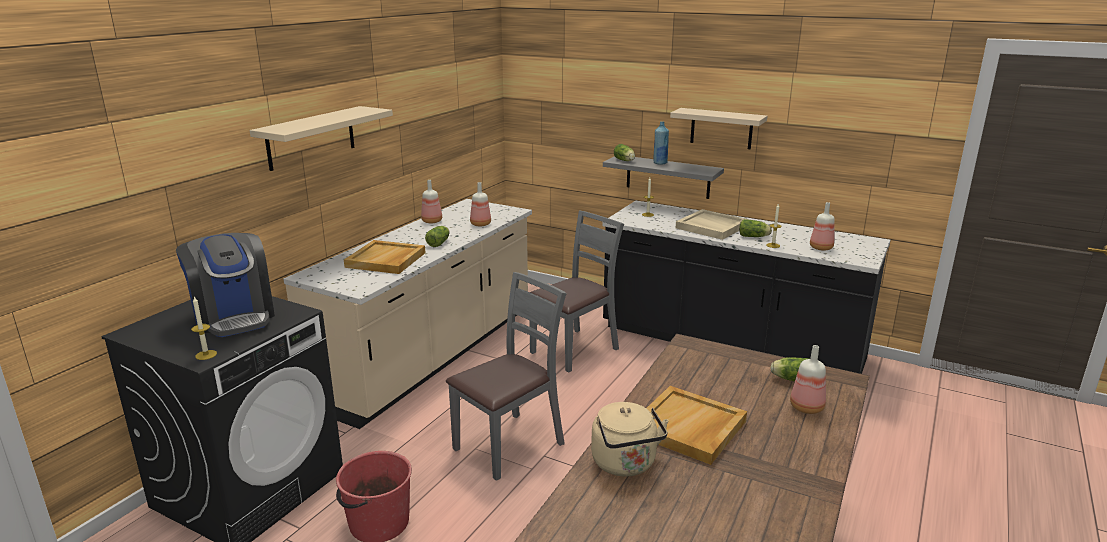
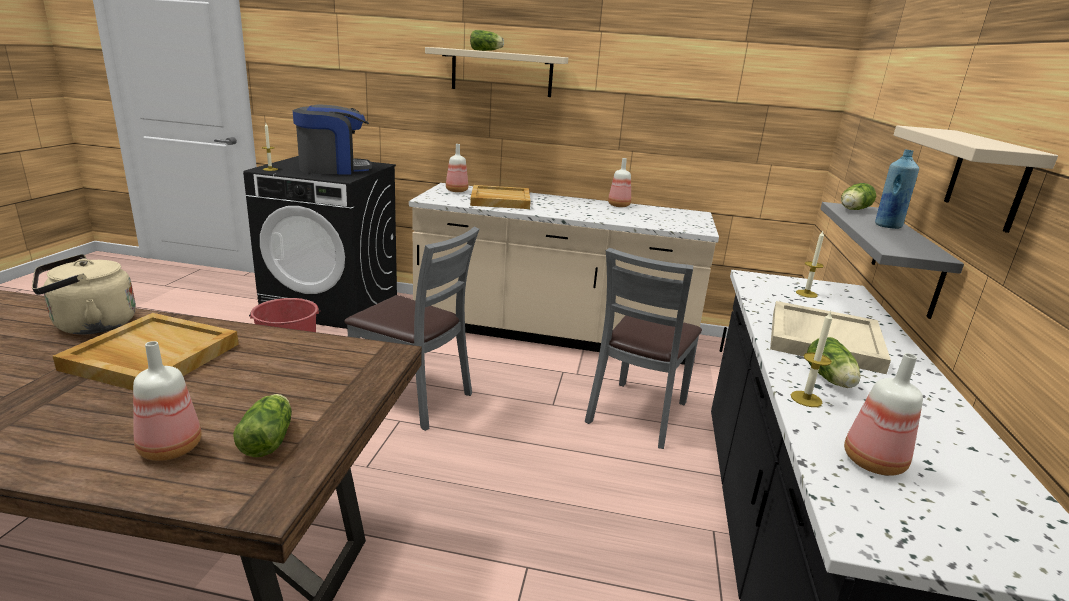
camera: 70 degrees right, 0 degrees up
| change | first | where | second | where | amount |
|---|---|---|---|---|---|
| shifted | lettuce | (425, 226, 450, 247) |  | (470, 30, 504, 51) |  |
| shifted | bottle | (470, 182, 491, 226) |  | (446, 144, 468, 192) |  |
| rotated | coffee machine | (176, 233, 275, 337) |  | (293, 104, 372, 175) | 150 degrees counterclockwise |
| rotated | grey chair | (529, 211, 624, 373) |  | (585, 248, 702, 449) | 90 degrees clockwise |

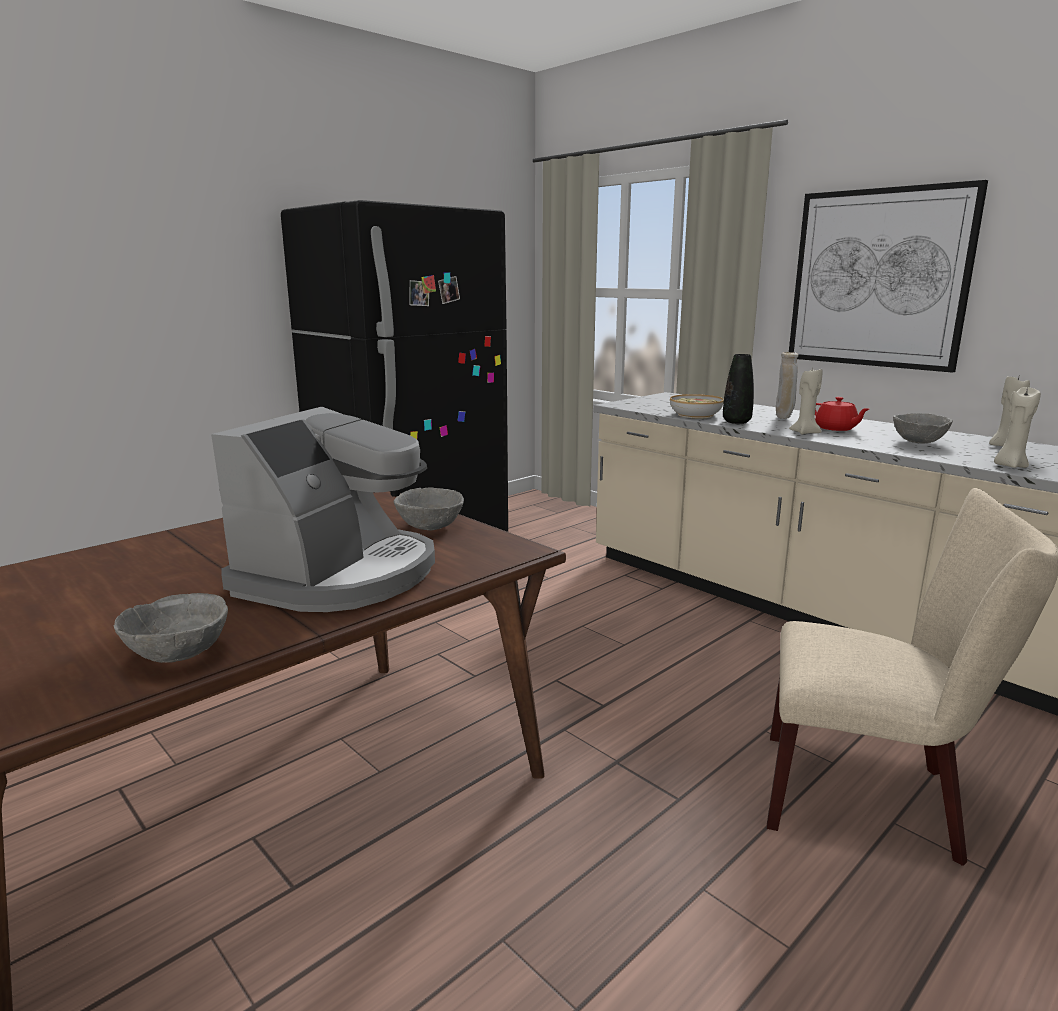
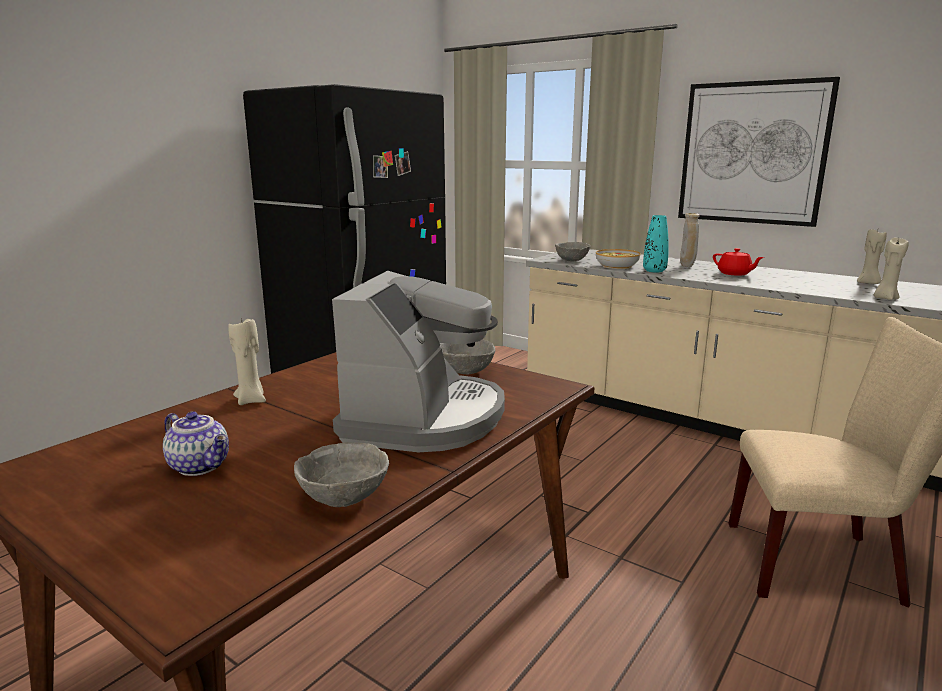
camera: 10 degrees left, 0 degrees up
| change | first | where | second | where | amount |
|---|---|---|---|---|---|
| new |  |  | teapot | (163, 411, 229, 476) |  |
| shifted | beige candle | (789, 369, 823, 435) |  | (228, 318, 266, 405) |  |
| shifted | grey bowl | (893, 413, 953, 444) |  | (555, 242, 591, 262) |  |
| repainted | black vase | (723, 354, 754, 424) | turquoise vase | (643, 215, 669, 272) |  |

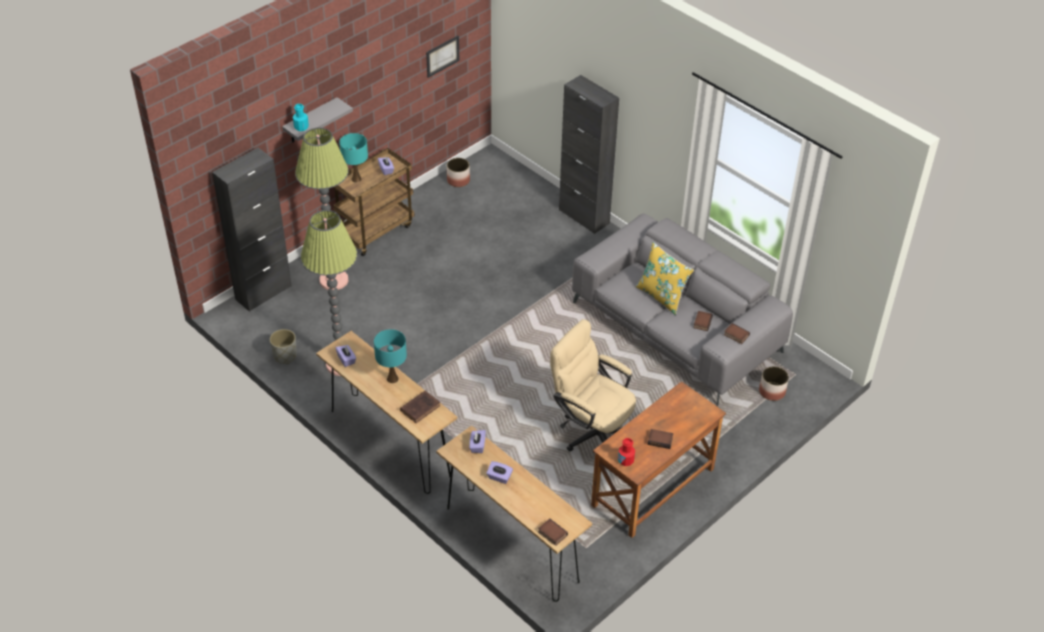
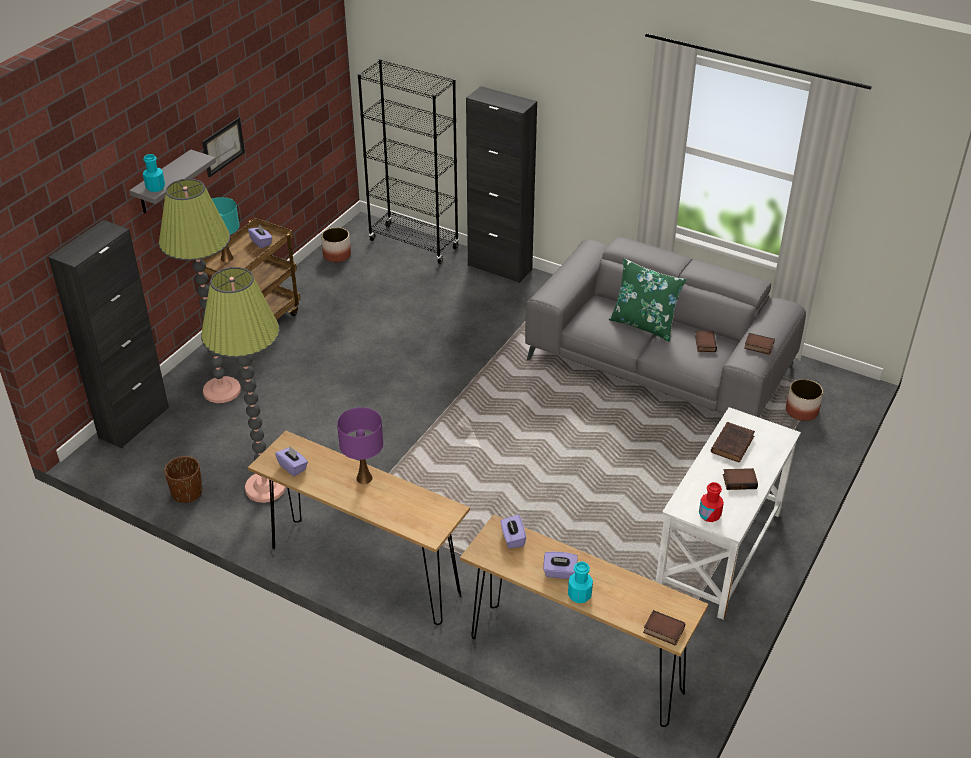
camera: 15 degrees left, 5 degrees down
| change | first | where | second | where | amount |
|---|---|---|---|---|---|
| gone | beige office chair | (550, 319, 636, 452) |  |  |  |
| new |  |  | black bookcase | (358, 59, 459, 264) |  |
| new |  |  | turquoise bottle | (568, 561, 593, 603) |  |
| shifted | brown book | (400, 390, 440, 423) |  | (711, 422, 755, 463) |  |
| shifted | picture | (426, 36, 460, 78) |  | (202, 117, 245, 177) |  |
| repainted | grey planter | (270, 329, 297, 364) | brown planter | (164, 456, 202, 503) |  |
| repainted | turquoise table lamp | (374, 329, 407, 383) | purple table lamp | (337, 407, 383, 484) |  |
| repainted | brown desk | (591, 381, 726, 538) | white desk | (655, 407, 801, 620) |  |
| repainted | yellow pillow | (636, 242, 694, 315) | green pillow | (609, 258, 687, 342) |  |

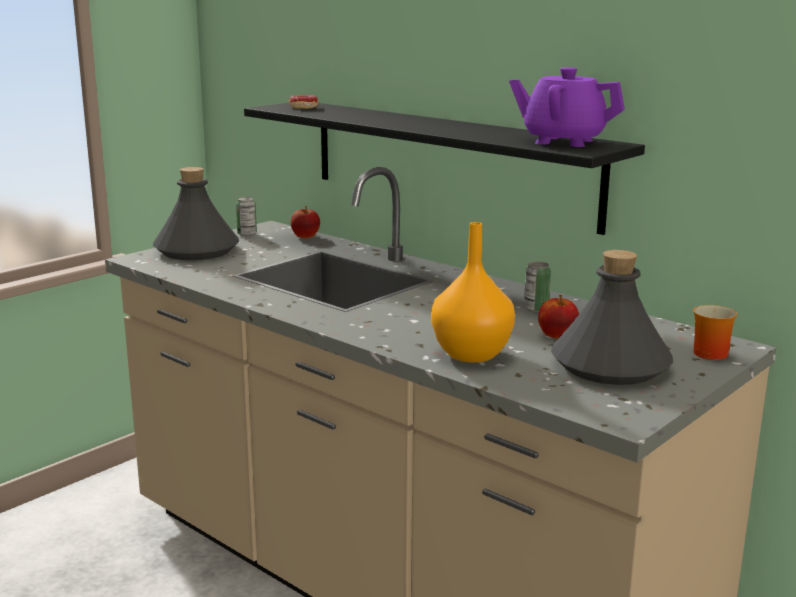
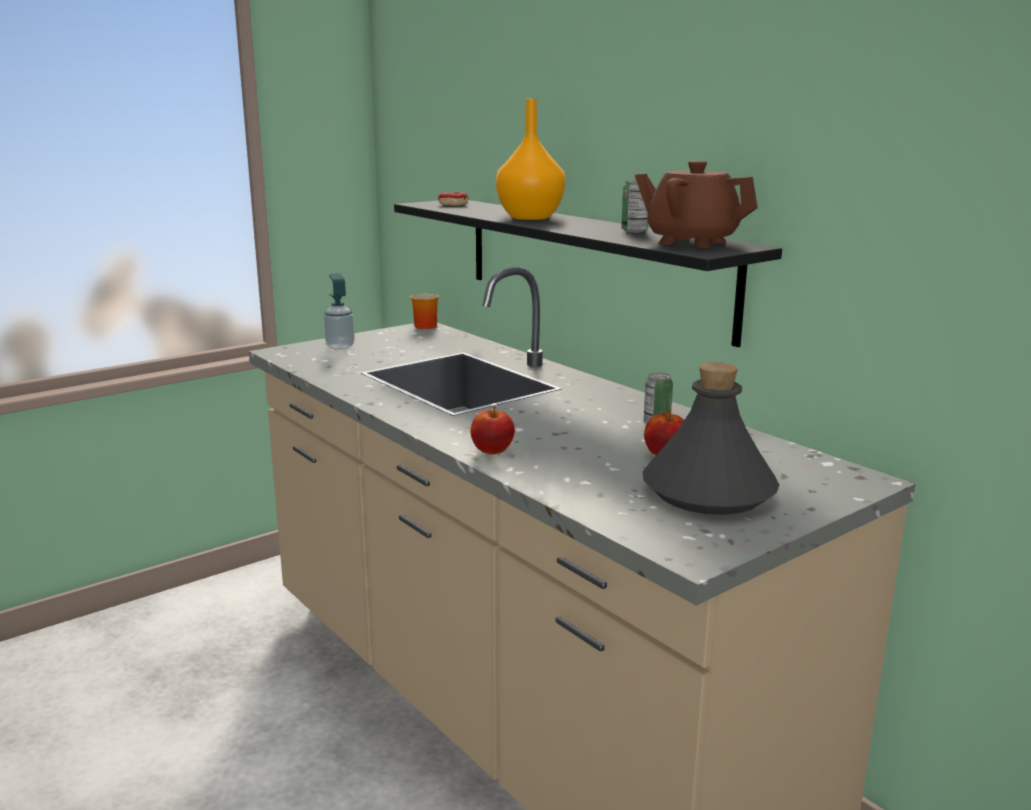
camera: 10 degrees right, 0 degrees up
| change | first | where | second | where | amount |
|---|---|---|---|---|---|
| shifted | can | (236, 197, 257, 236) |  | (621, 180, 648, 233) |  |
| shifted | apple | (291, 206, 320, 238) |  | (471, 406, 515, 454) |  |
| shifted | orange vase | (431, 222, 515, 362) |  | (496, 99, 566, 220) |  |
| shifted | mug | (693, 305, 737, 360) |  | (410, 294, 439, 329) |  |
| swapped | grey bottle | (153, 167, 239, 260) | soap dispenser | (324, 273, 355, 350) |  |
| repainted | purple teapot | (509, 67, 625, 147) | brown teapot | (635, 160, 758, 248) |  |

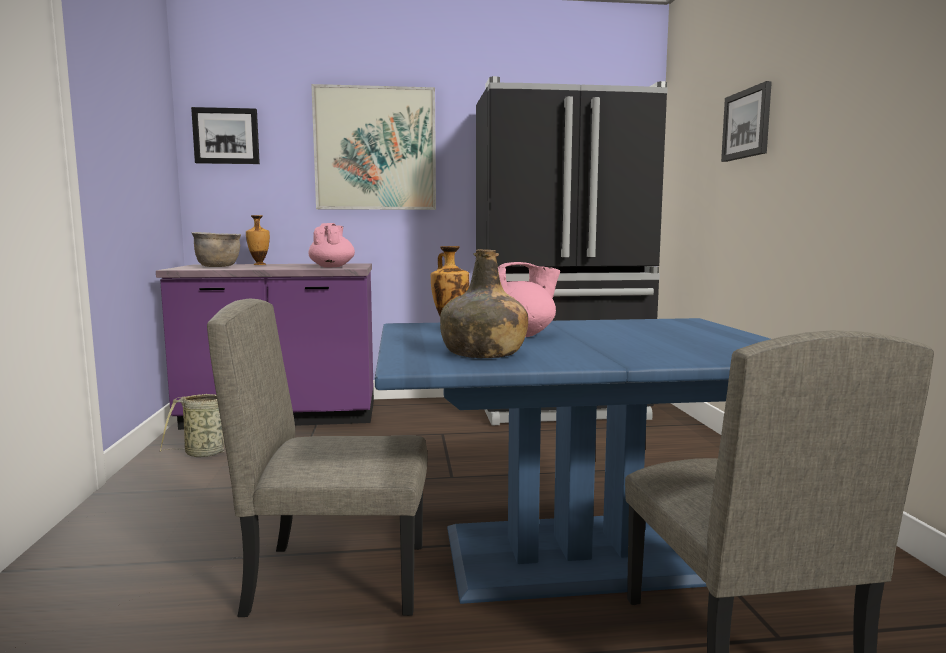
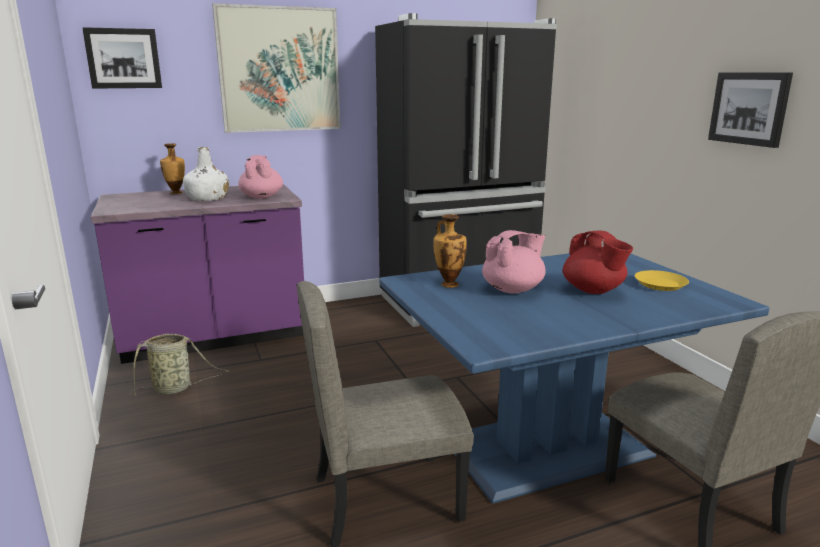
camera: 15 degrees left, 10 degrees up
| change | first | where | second | where | amount |
|---|---|---|---|---|---|
| gone | brown cooking pot | (192, 232, 241, 267) |  |  |  |
| gone | green bottle | (440, 249, 528, 358) |  |  |  |
| new |  |  | white bottle | (183, 147, 229, 201) |  |
| new |  |  | red teapot | (562, 231, 633, 294) |  |
| new |  |  | yellow plate | (635, 270, 689, 291) |  |
| shifted | picture | (721, 81, 772, 162) |  | (708, 72, 793, 148) |  |

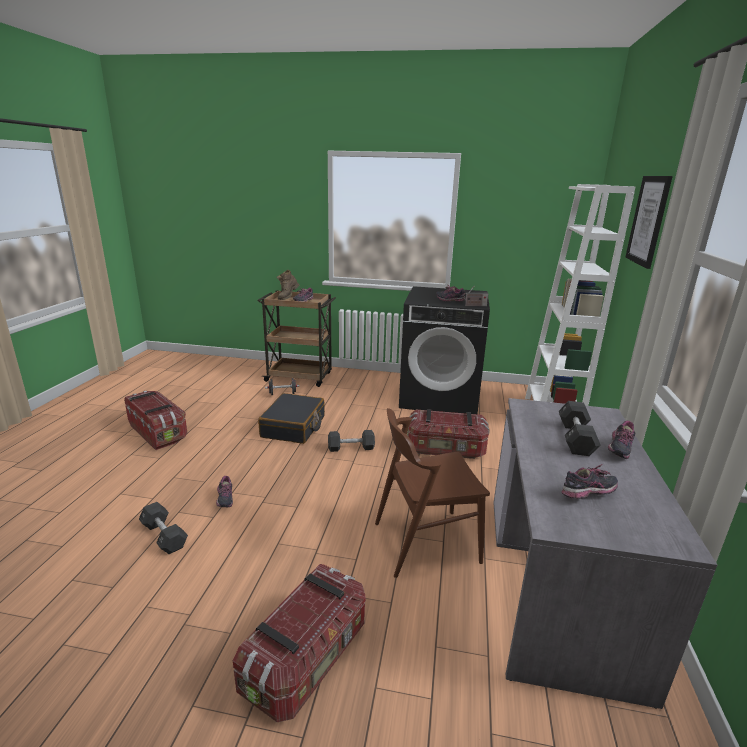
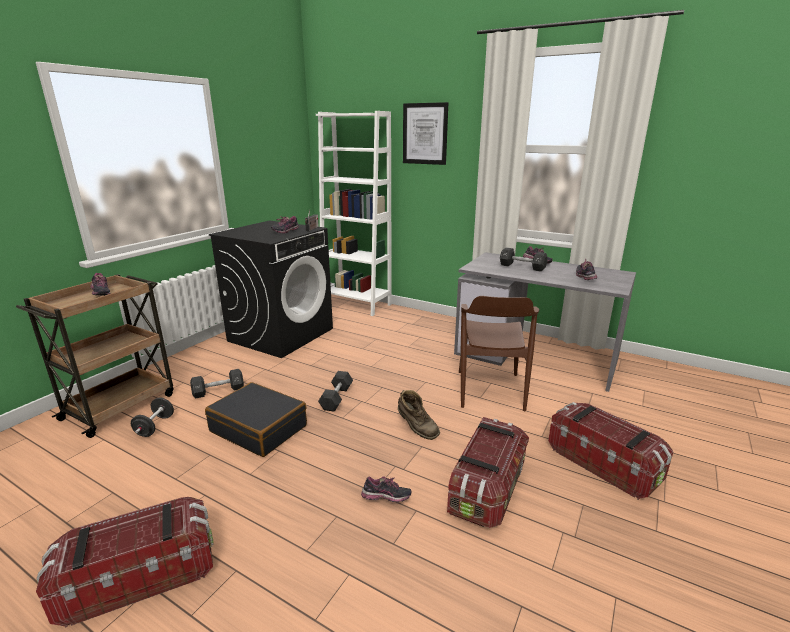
camera: 70 degrees left, 0 degrees up
| change | first | where | second | where | amount |
|---|---|---|---|---|---|
| shifted | black dumbbell | (139, 502, 188, 554) |  | (190, 369, 244, 399) |  |
| shifted | brown boot | (276, 270, 299, 300) |  | (398, 390, 440, 440) |  |
| shifted | storage box | (407, 409, 490, 459) |  | (447, 417, 529, 528) |  |

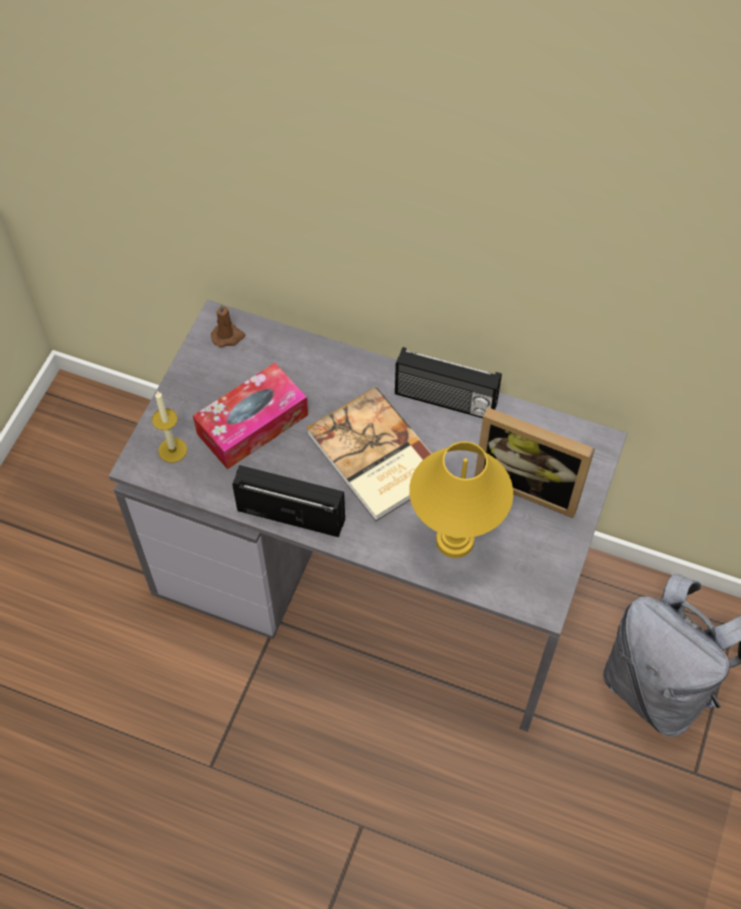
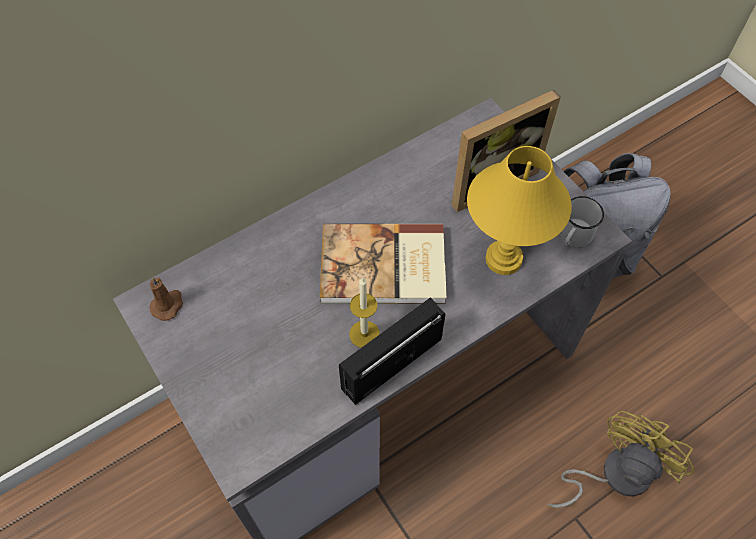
camera: 55 degrees left, 0 degrees up
| change | first | where | second | where | amount |
|---|---|---|---|---|---|
| gone | tissue box | (193, 363, 308, 470) |  |  |  |
| gone | radio | (395, 347, 502, 418) |  |  |  |
| new |  |  | yellow fan | (548, 411, 694, 508) |  |
| new |  |  | white mug | (559, 196, 604, 247) |  |
| shifted | candle | (152, 391, 187, 463) |  | (349, 277, 380, 348) |  |

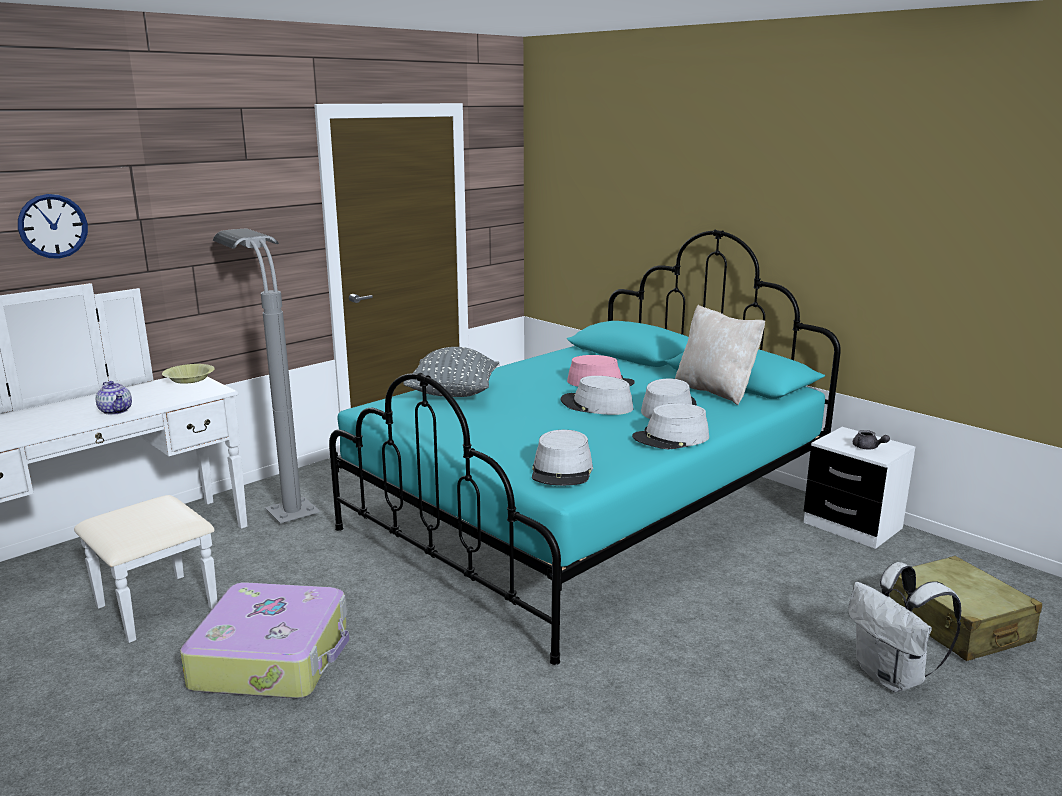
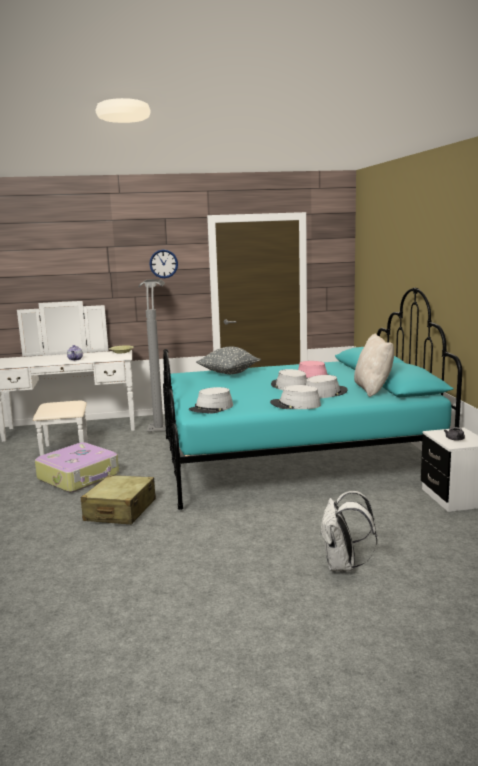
camera: 35 degrees right, 5 degrees down
| change | first | where | second | where | amount |
|---|---|---|---|---|---|
| shifted | wall clock | (18, 194, 88, 259) |  | (149, 250, 178, 278) |  |
| shifted | beige suitcase | (889, 556, 1042, 661) |  | (81, 475, 156, 524) |  |

